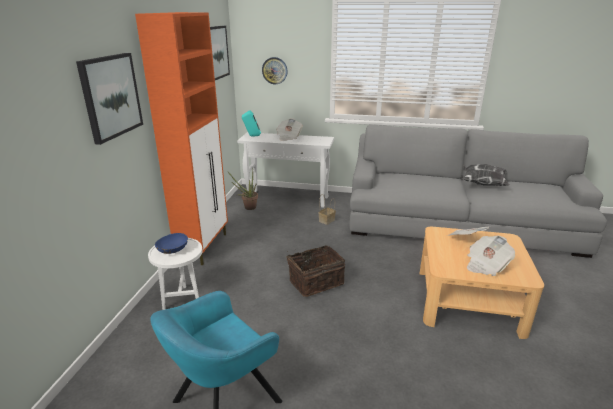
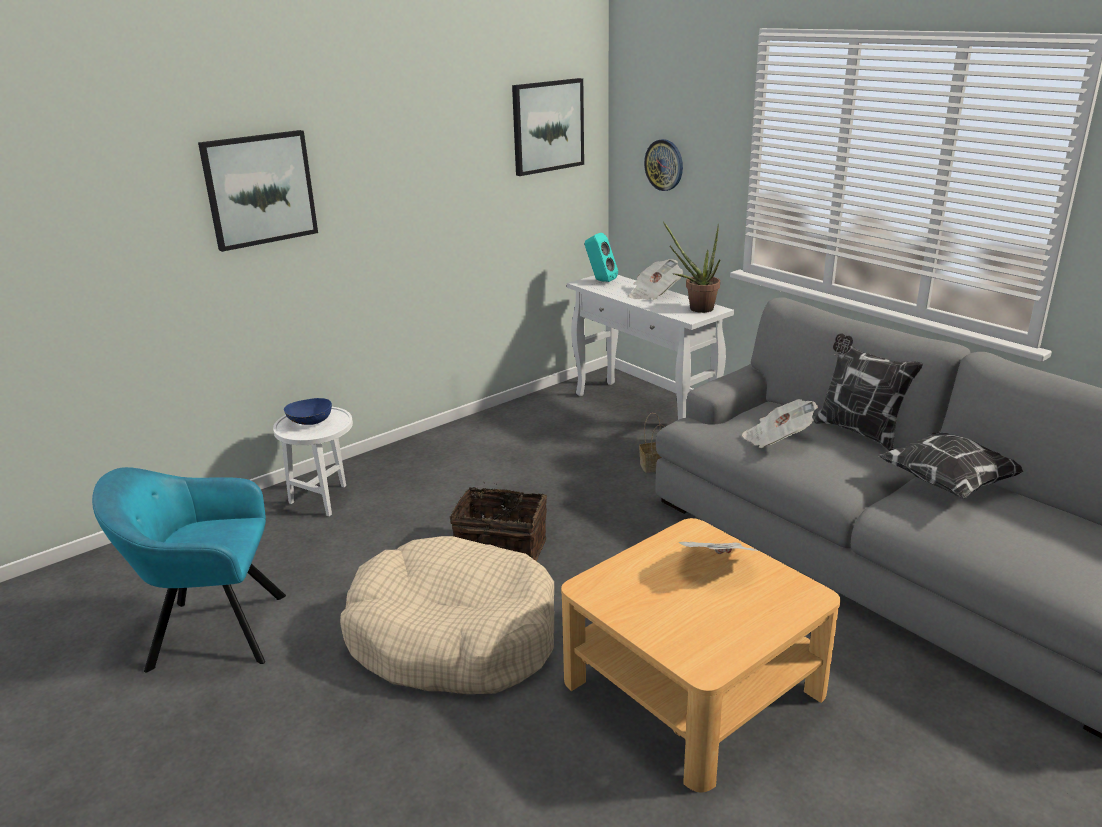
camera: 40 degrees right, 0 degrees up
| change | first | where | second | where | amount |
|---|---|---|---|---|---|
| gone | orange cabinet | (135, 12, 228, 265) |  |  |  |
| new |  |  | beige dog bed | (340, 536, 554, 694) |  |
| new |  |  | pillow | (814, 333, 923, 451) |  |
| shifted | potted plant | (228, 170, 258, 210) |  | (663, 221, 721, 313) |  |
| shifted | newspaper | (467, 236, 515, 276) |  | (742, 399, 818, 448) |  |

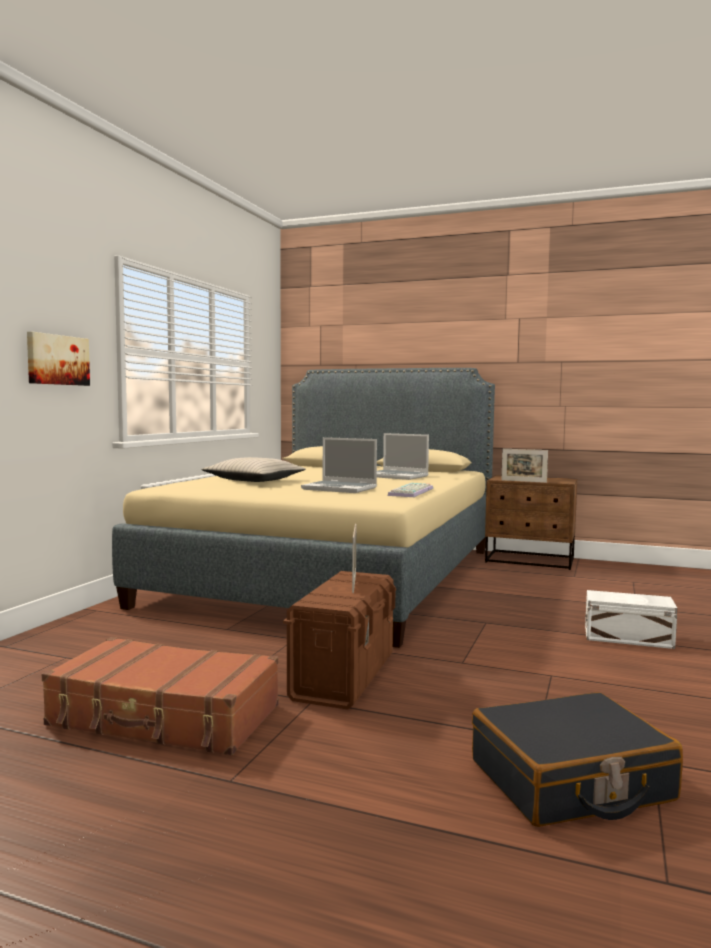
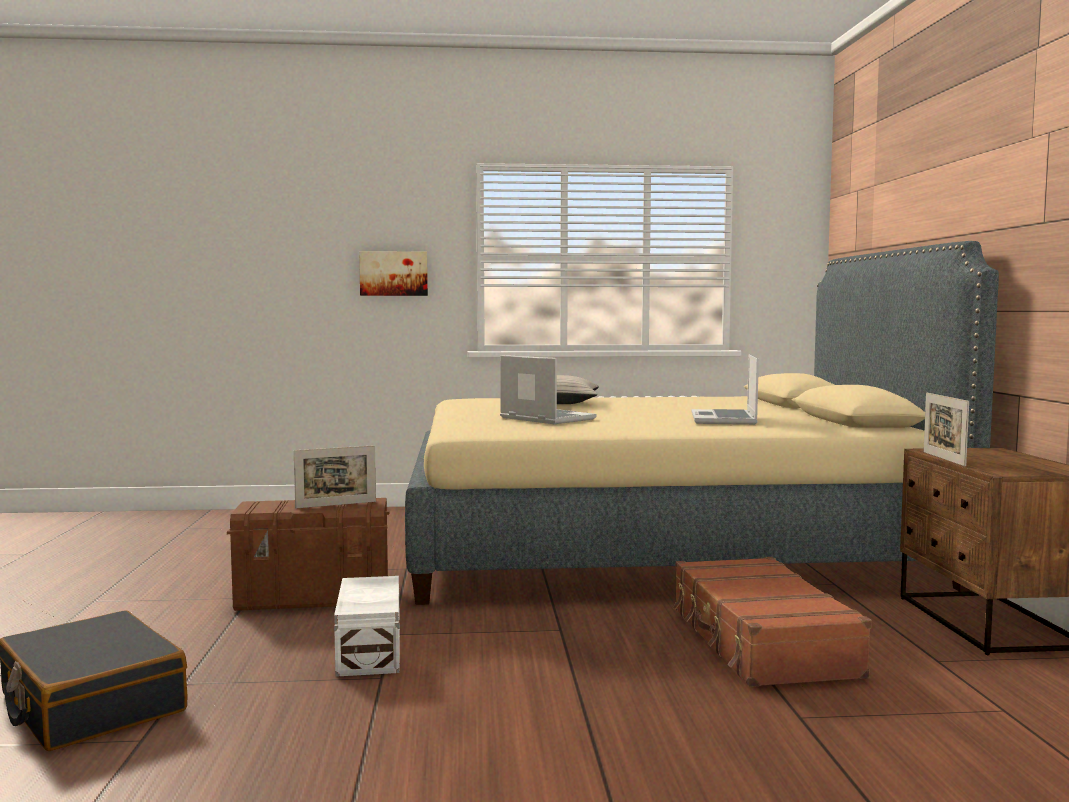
camera: 65 degrees right, 0 degrees up
| change | first | where | second | where | amount |
|---|---|---|---|---|---|
| gone | keyboard | (388, 483, 433, 497) |  |  |  |
| shifted | brown suitcase | (42, 637, 278, 755) |  | (673, 557, 872, 687) |  |
| shifted | white storage box | (585, 590, 678, 649) |  | (334, 576, 400, 677) |  |
| rotated | laptop | (301, 437, 377, 493) |  | (500, 355, 596, 424) | 135 degrees clockwise |

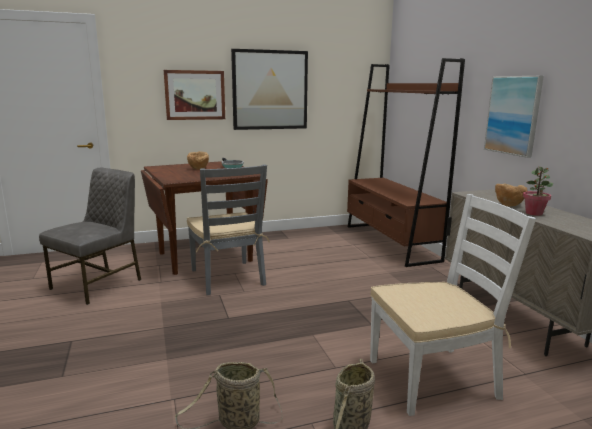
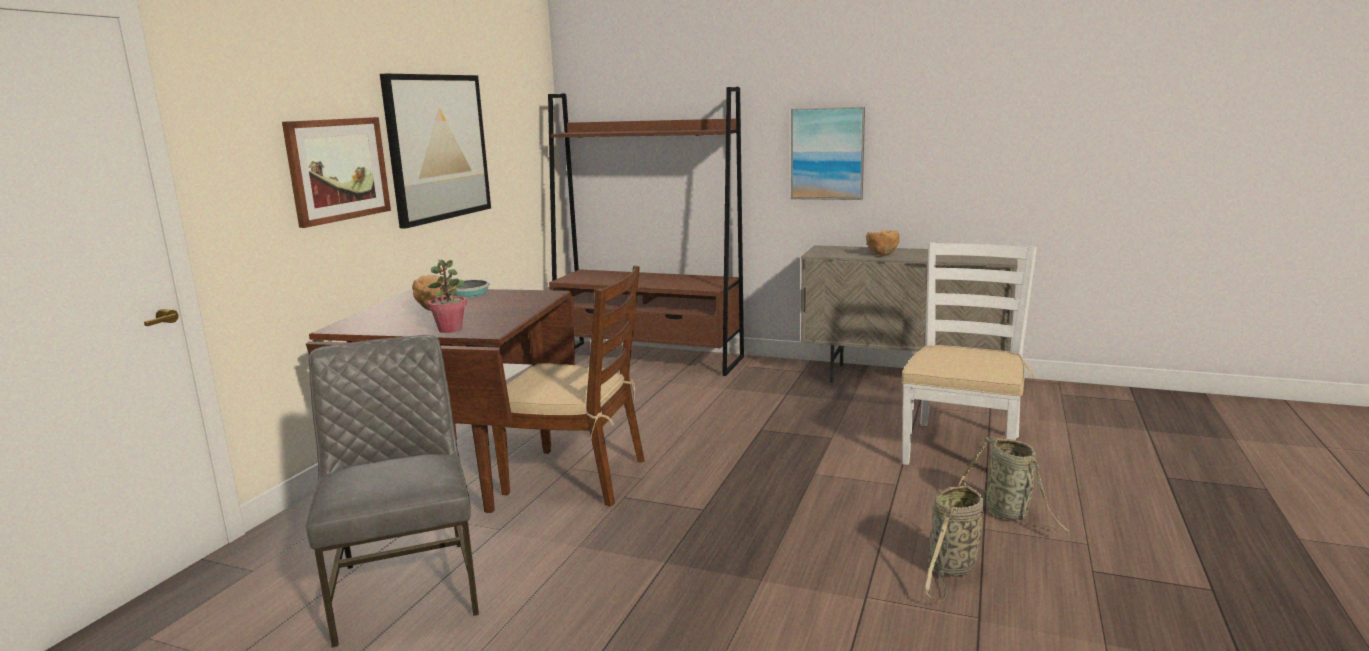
camera: 50 degrees left, 0 degrees up
| change | first | where | second | where | amount |
|---|---|---|---|---|---|
| shifted | potted plant | (523, 166, 553, 216) |  | (427, 260, 467, 333) |  |
| repainted | grey chair | (187, 164, 270, 295) | brown chair | (492, 266, 645, 506) |  |

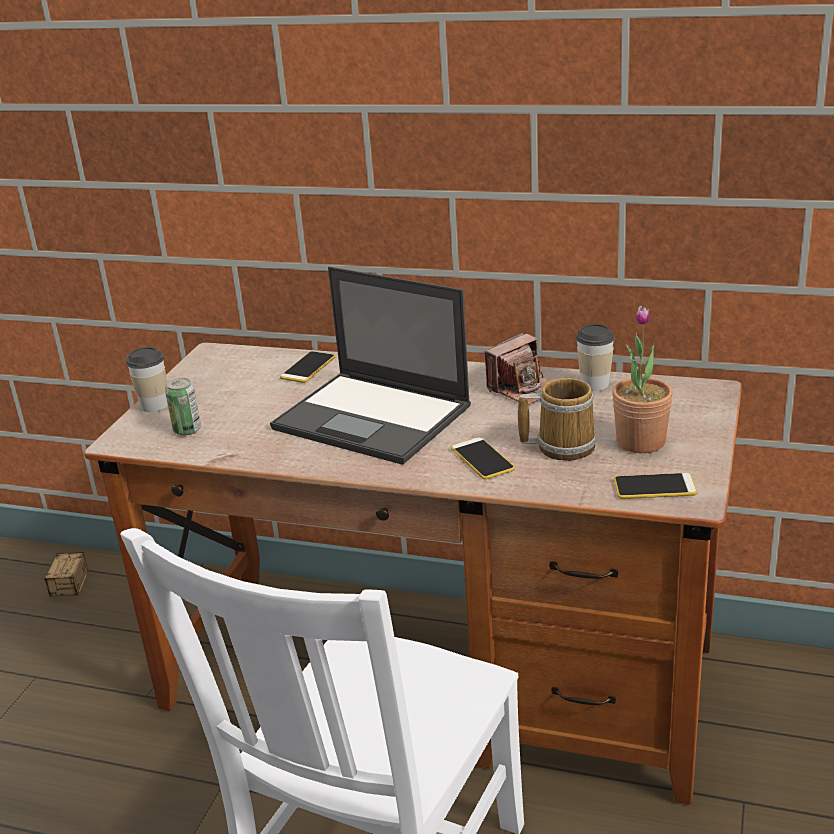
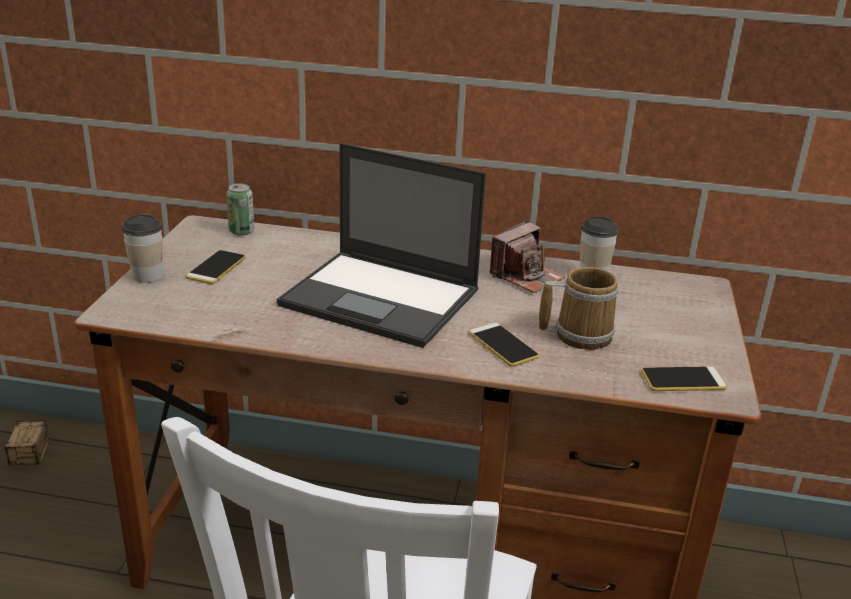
camera: 10 degrees left, 0 degrees up
| change | first | where | second | where | amount |
|---|---|---|---|---|---|
| gone | potted plant | (612, 306, 673, 453) |  |  |  |
| shifted | can | (165, 378, 201, 436) |  | (226, 183, 254, 236) |  |
| shifted | phone | (280, 351, 335, 383) |  | (186, 250, 246, 284) |  |

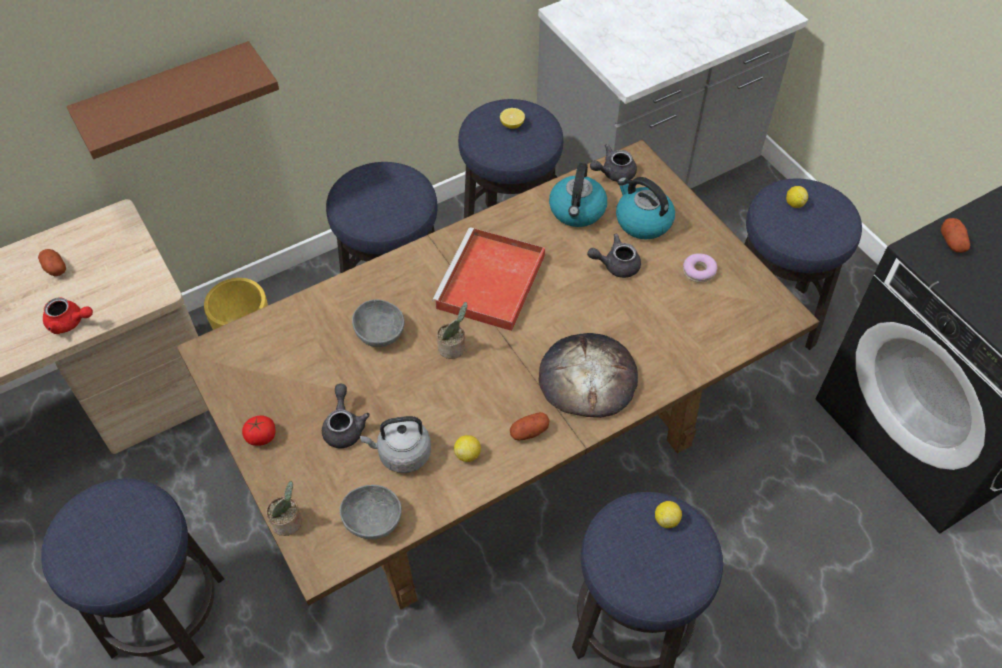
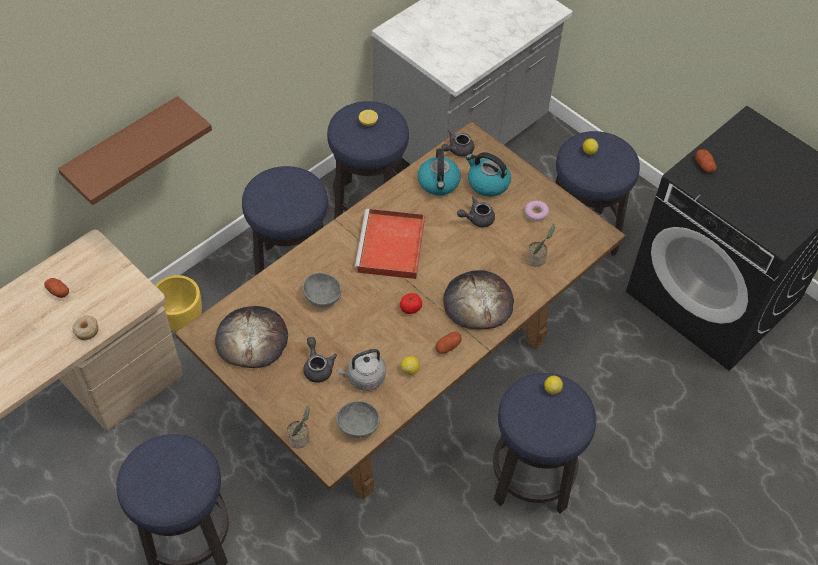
camera: 15 degrees left, 0 degrees up
| change | first | where | second | where | amount |
|---|---|---|---|---|---|
| new |  |  | bread | (215, 306, 288, 368) |  |
| shifted | tomato | (242, 415, 275, 446) |  | (400, 293, 422, 314) |  |
| shifted | potted plant | (437, 302, 468, 359) |  | (527, 224, 555, 267) |  |
| swapped | red teapot | (43, 298, 93, 334) | donut | (72, 316, 99, 340) |  |

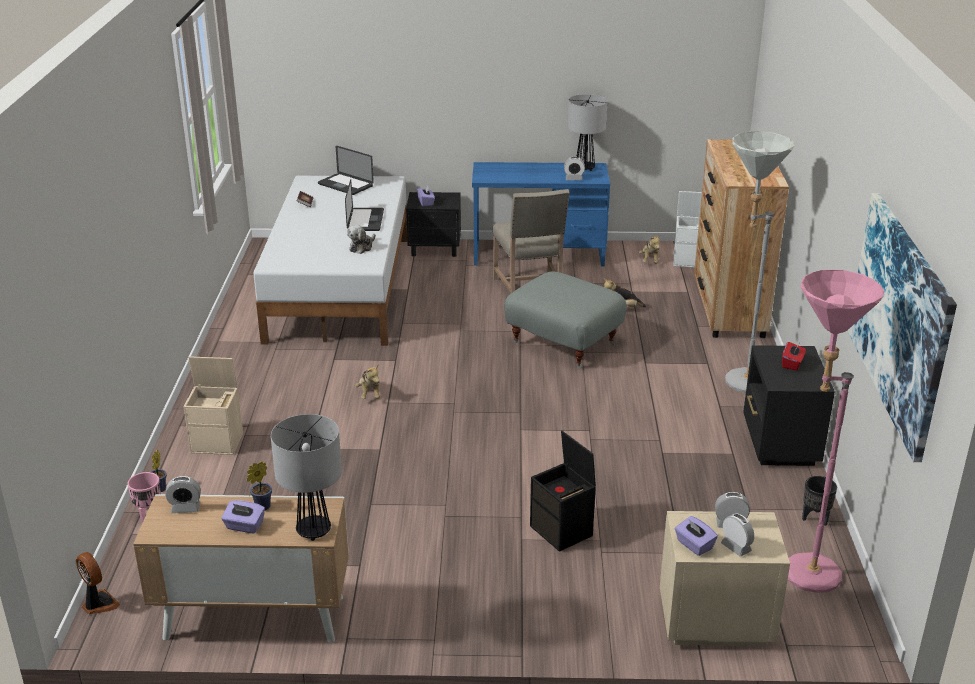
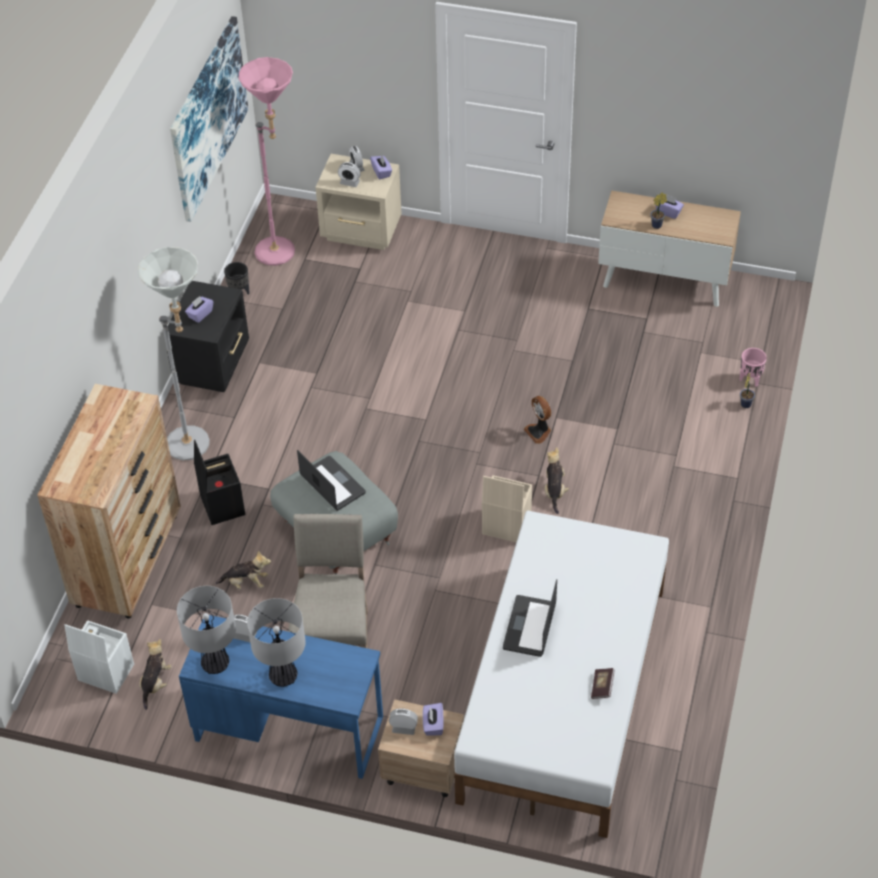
camera: 165 degrees left, 20 degrees up
| change | first | where | second | where | amount |
|---|---|---|---|---|---|
| gone | plush toy | (347, 225, 376, 254) |  |  |  |
| shifted | fan | (76, 552, 120, 614) |  | (524, 396, 551, 444) |  |
| shifted | alarm clock | (165, 476, 201, 513) |  | (389, 708, 418, 735) |  |
| shifted | beige storage box | (183, 356, 243, 455) |  | (482, 475, 532, 542) |  |
| shifted | table lamp | (271, 414, 342, 541) |  | (247, 598, 306, 687) |  |
| shifted | laptop | (318, 146, 374, 195) |  | (297, 450, 366, 511) |  |
| shifted | black storage box | (530, 430, 596, 552) |  | (194, 440, 245, 525) |  |
| repainted | black nightstand | (406, 192, 461, 257) | beige nightstand | (378, 699, 464, 797) |  |
| repainted | red tissue box | (782, 342, 806, 371) | purple tissue box | (185, 296, 213, 323) |  |

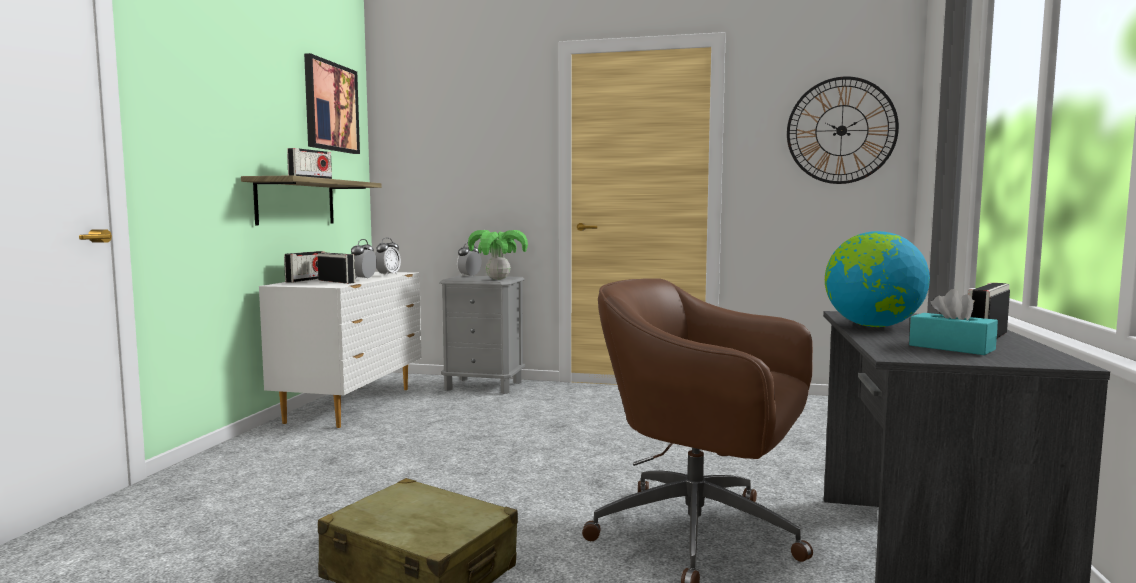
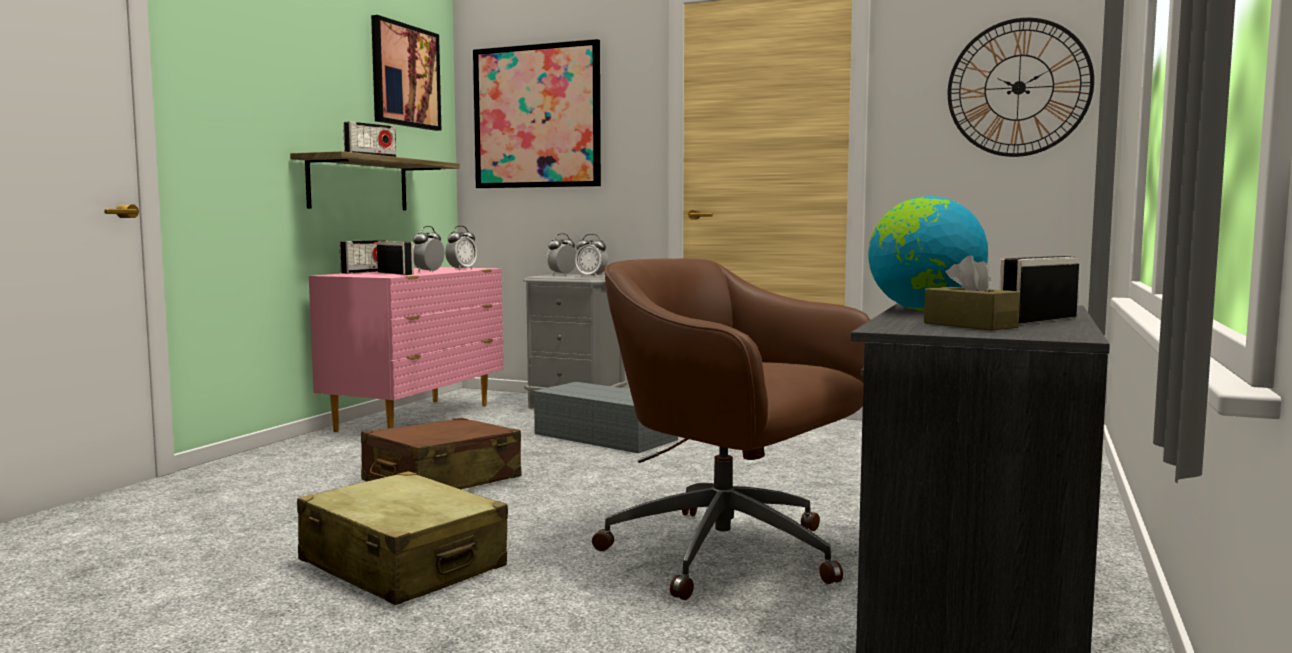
camera: 10 degrees right, 0 degrees up
| change | first | where | second | where | amount |
|---|---|---|---|---|---|
| new |  |  | brown suitcase | (361, 418, 521, 489) |  |
| new |  |  | picture | (473, 39, 601, 188) |  |
| new |  |  | grey storage box | (533, 382, 678, 453) |  |
| swapped | potted plant | (468, 230, 528, 280) | alarm clock | (575, 234, 608, 278) |  |
| repainted | white dresser | (259, 272, 422, 428) | pink dresser | (309, 267, 504, 432) |  |
| repainted | turquoise tissue box | (909, 289, 998, 355) | brown tissue box | (924, 255, 1020, 331) |  |

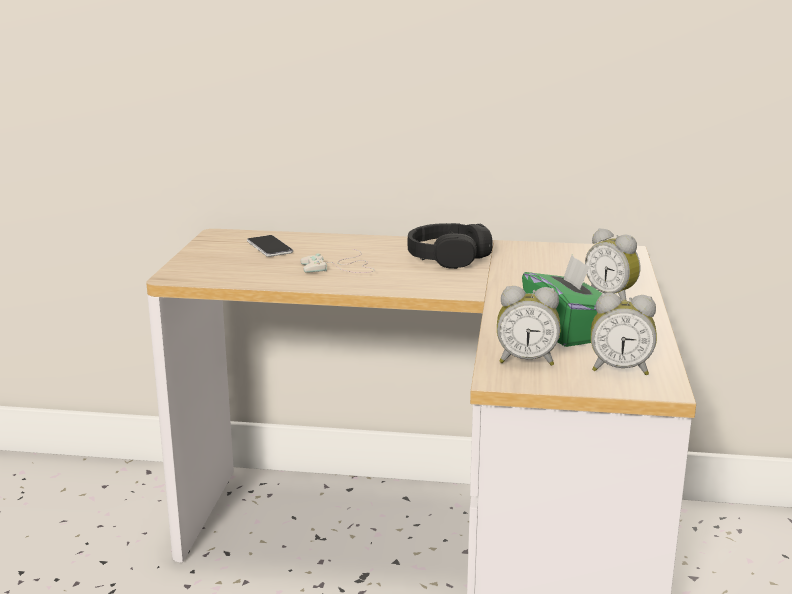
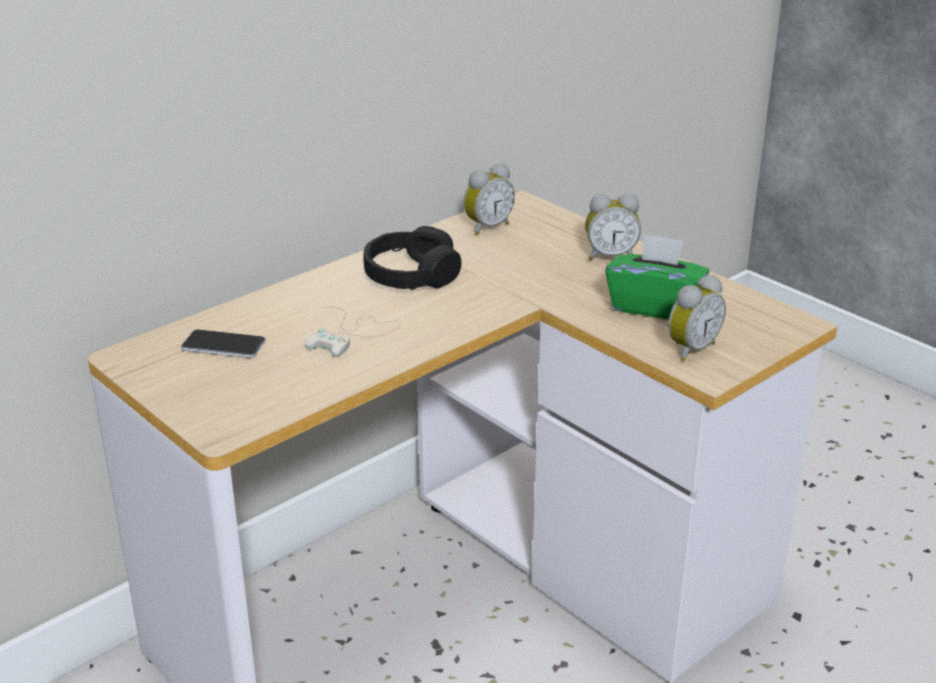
camera: 50 degrees left, 10 degrees up
| change | first | where | second | where | amount |
|---|---|---|---|---|---|
| shifted | alarm clock | (591, 293, 657, 375) |  | (464, 163, 515, 235) |  |

